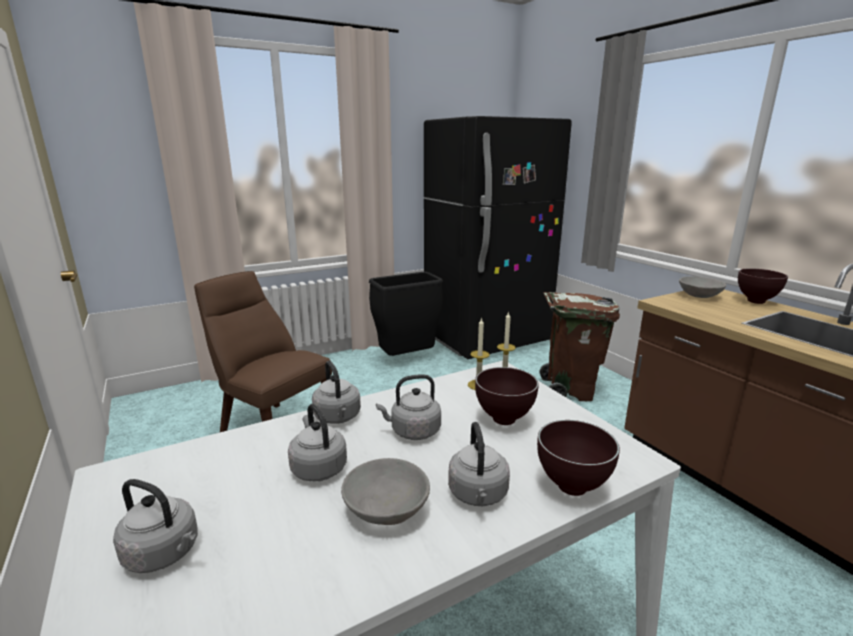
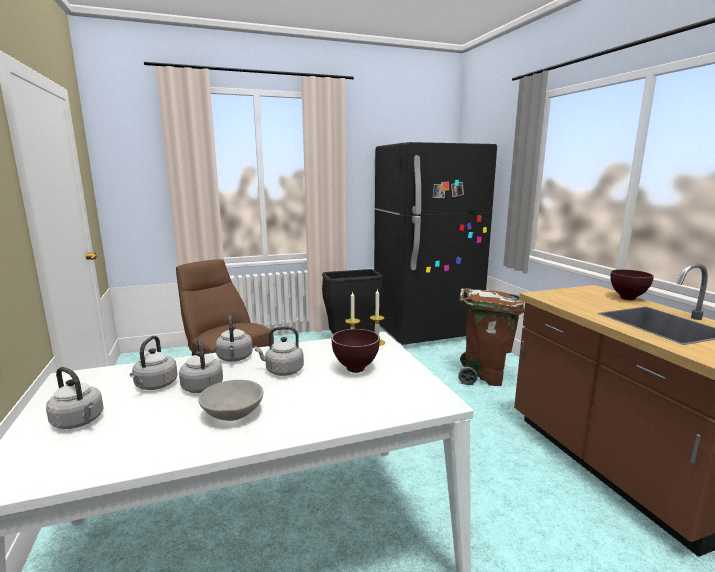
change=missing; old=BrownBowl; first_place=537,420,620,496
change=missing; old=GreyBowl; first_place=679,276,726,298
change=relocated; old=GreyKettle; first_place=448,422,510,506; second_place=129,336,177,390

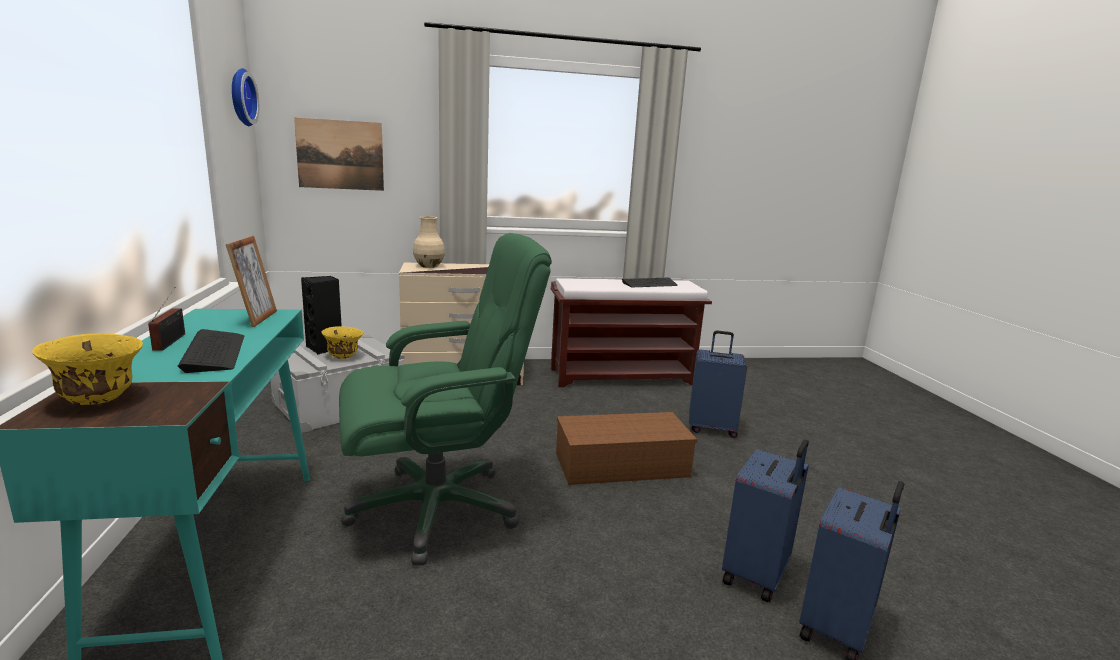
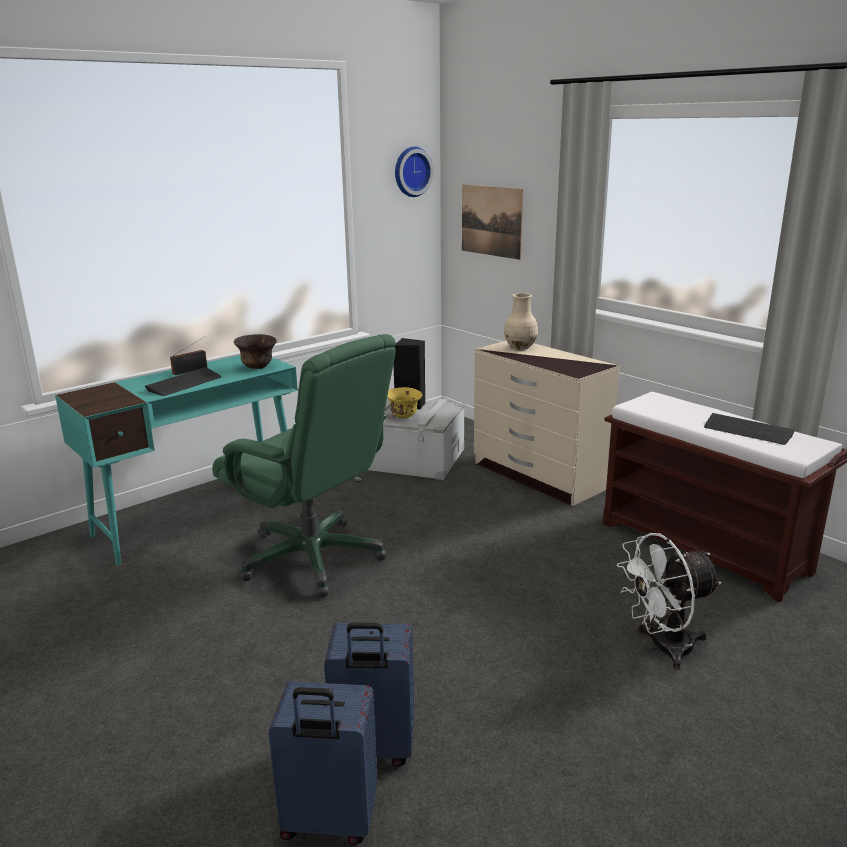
change=missing; old=YellowBowl; first_place=33,333,143,405
change=missing; old=BrownStorageBox; first_place=556,412,697,485
change=exchanged; old=PictureFrame; new=BrownBowl; first_place=225,236,277,327; second_place=234,334,277,369
change=exchanged; old=BlueSuitcase; new=WhiteFan; first_place=689,331,747,438; second_place=617,533,721,670

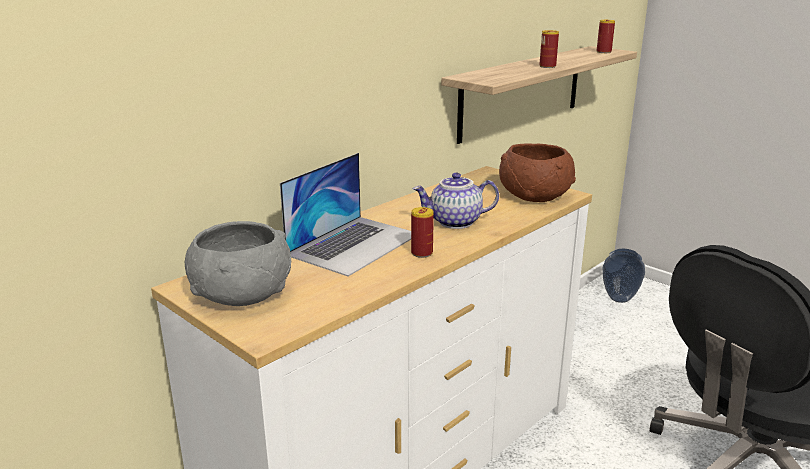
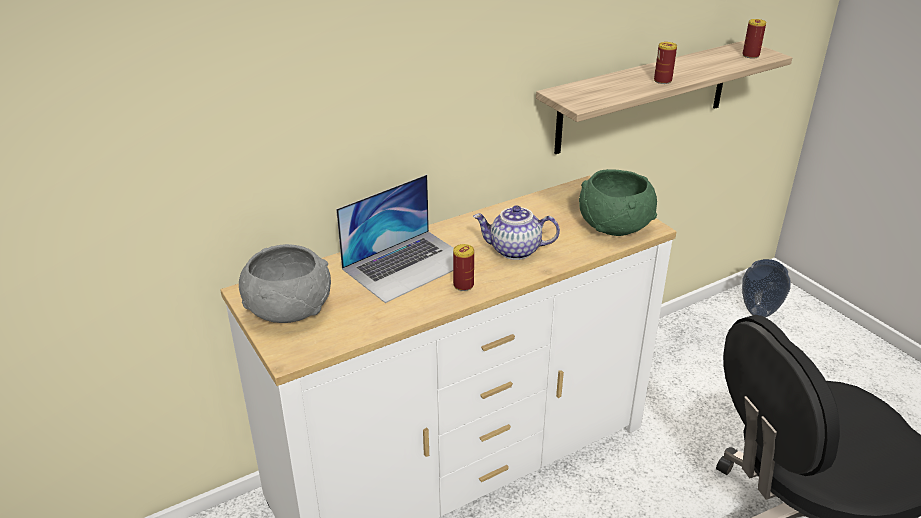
change=colour; old=BrownBowl; new=GreenBowl; first_place=499,143,576,202; second_place=579,169,657,236

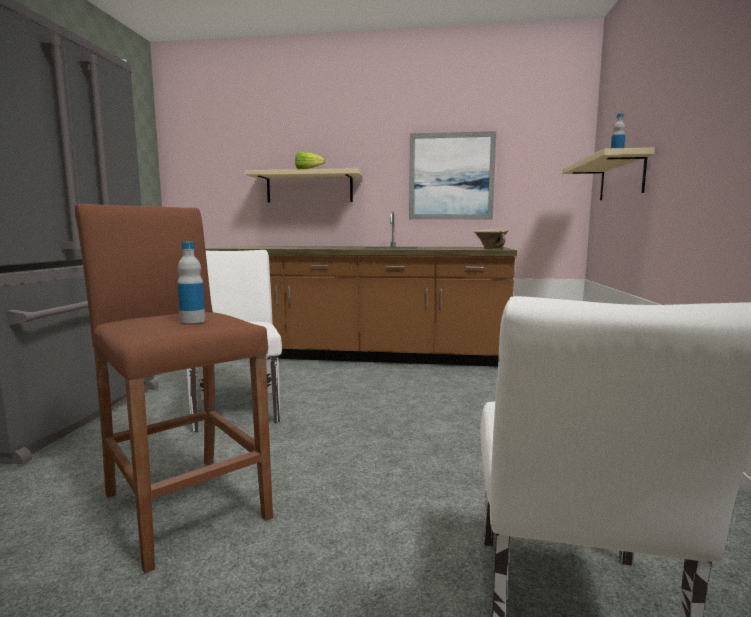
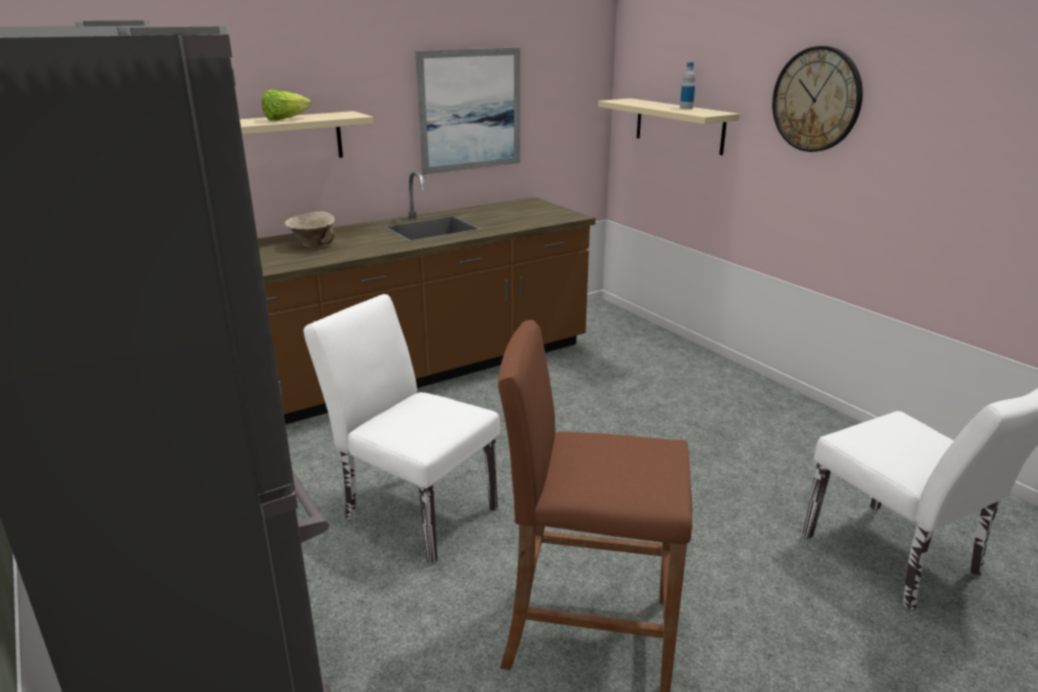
change=missing; old=Bottle; first_place=177,242,205,323
change=appeared; new=WallClock; second_place=772,46,863,152
change=relocated; old=BeigeBowl; first_place=474,228,509,249; second_place=285,212,335,247

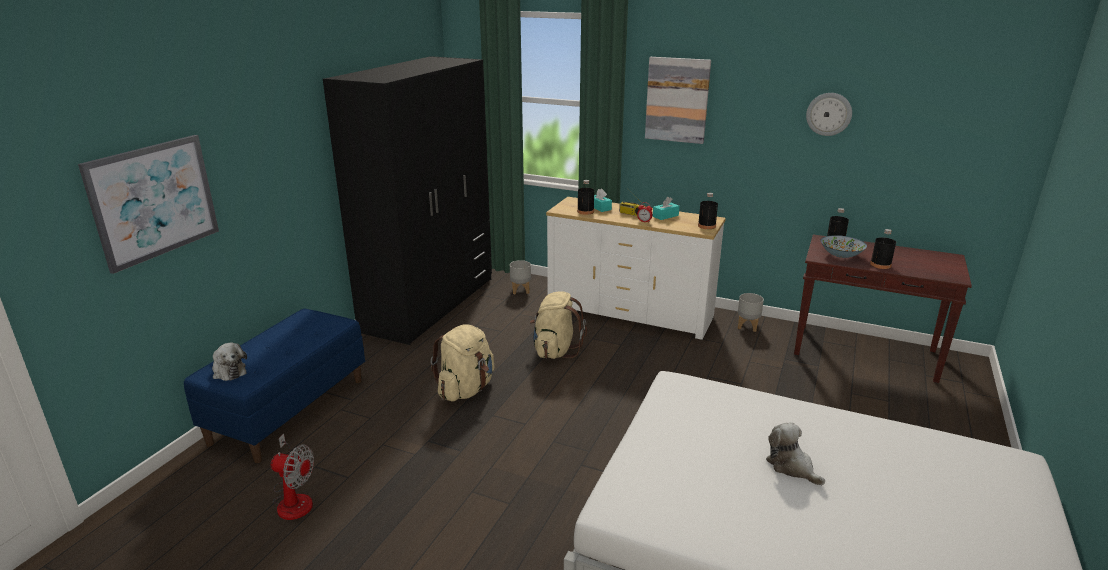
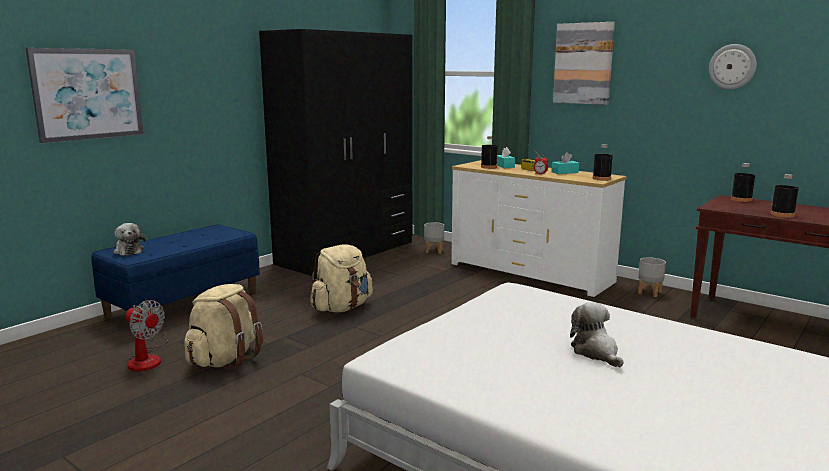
change=missing; old=Bowl; first_place=820,235,867,258
change=relocated; old=BeigeBackpack; first_place=530,292,587,359; second_place=184,284,263,370

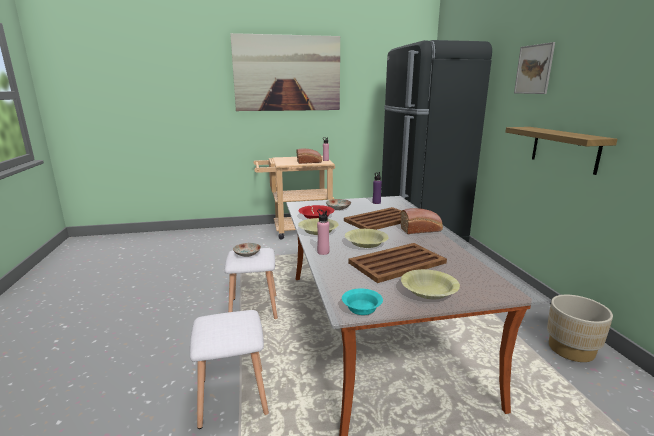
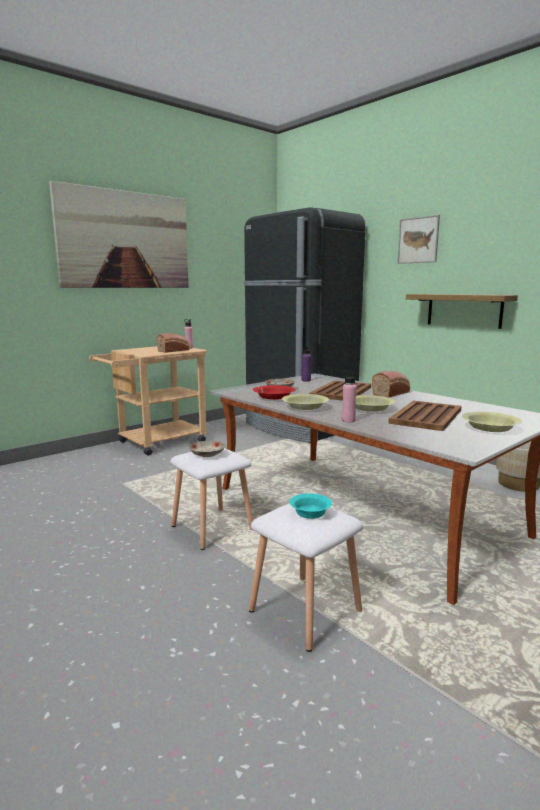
change=relocated; old=TurquoiseBowl; first_place=342,289,383,315; second_place=289,493,332,519

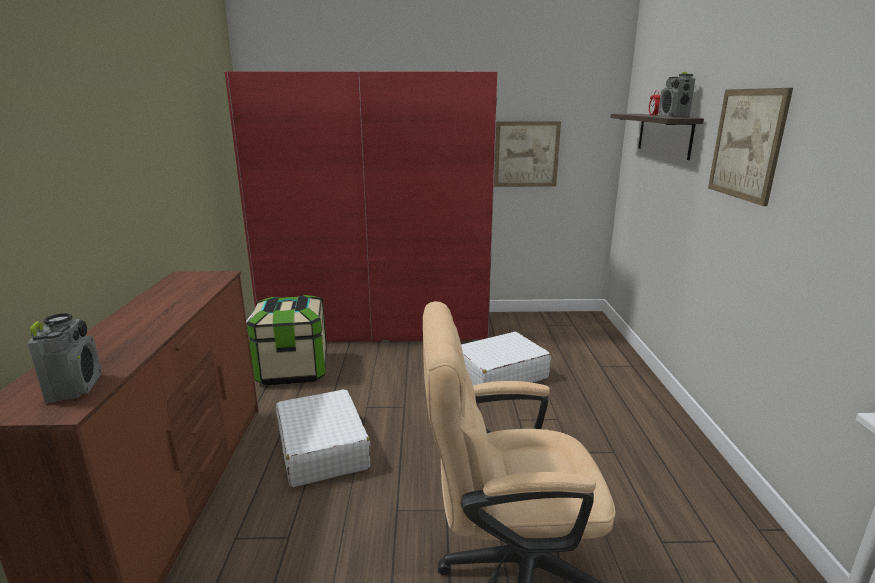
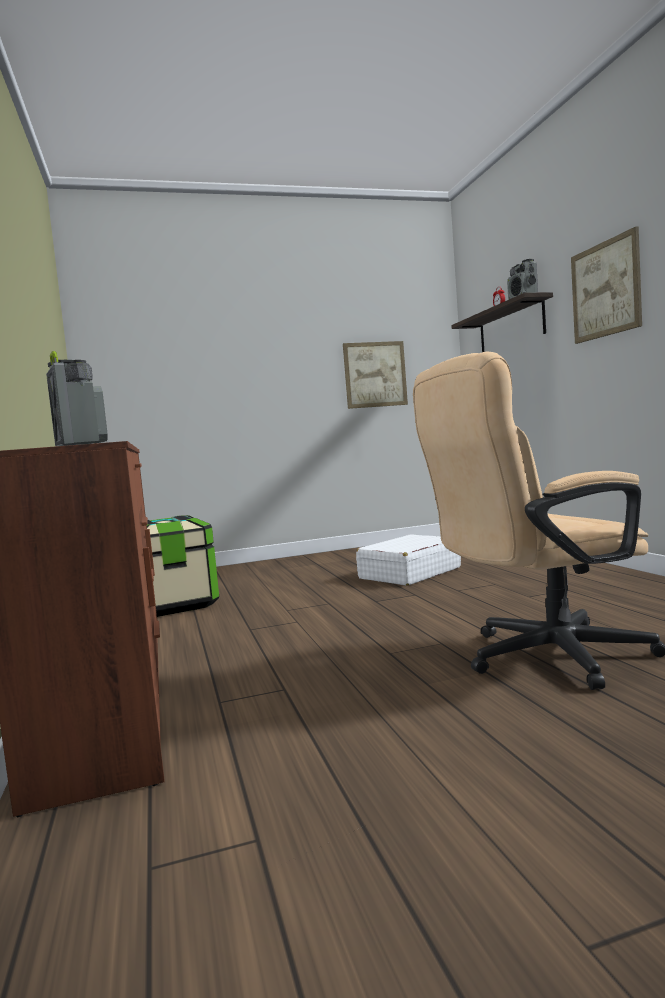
change=missing; old=RedWardrobe; first_place=225,71,498,342
change=missing; old=WhiteSuitcase; first_place=276,389,371,487

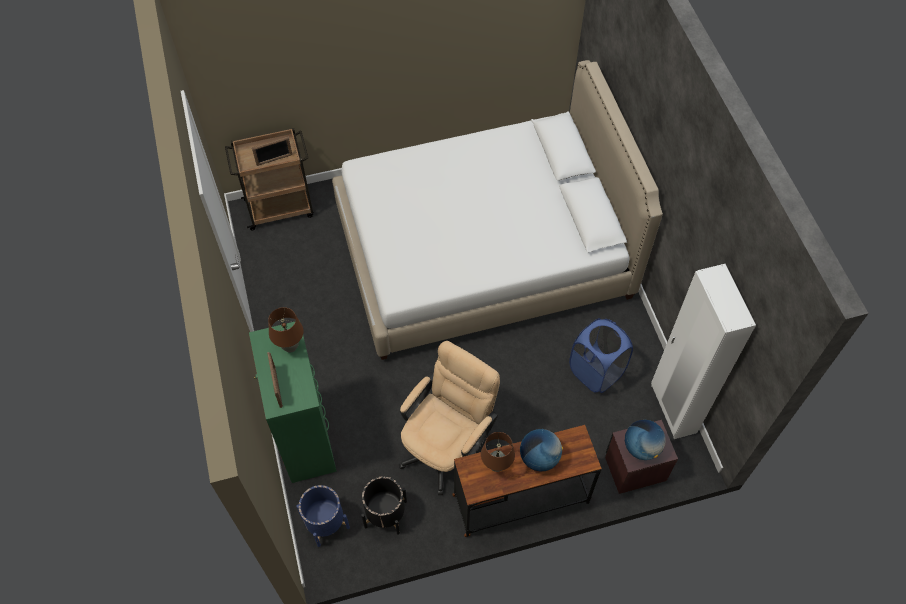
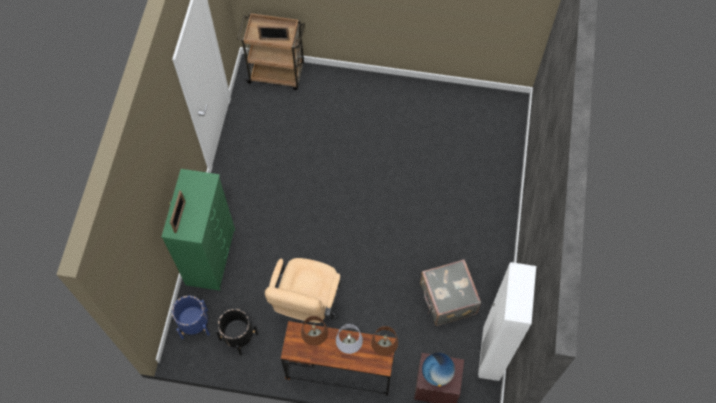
change=missing; old=WhiteBed; first_place=332,60,663,360
change=relocated; old=BrownTableLamp; first_place=268,307,304,353; second_place=371,326,398,356
change=exchanged; old=Globe; new=GreyTableLamp; first_place=520,429,563,472; second_place=336,324,363,354
change=exchanged; old=BlueLaundryBasket; new=GreySuitcase; first_place=569,318,633,393; second_place=420,259,481,326
change=spun; old=BeigeOfficeChair; first_place=399,341,500,495; second_place=265,258,341,323; degrees=135

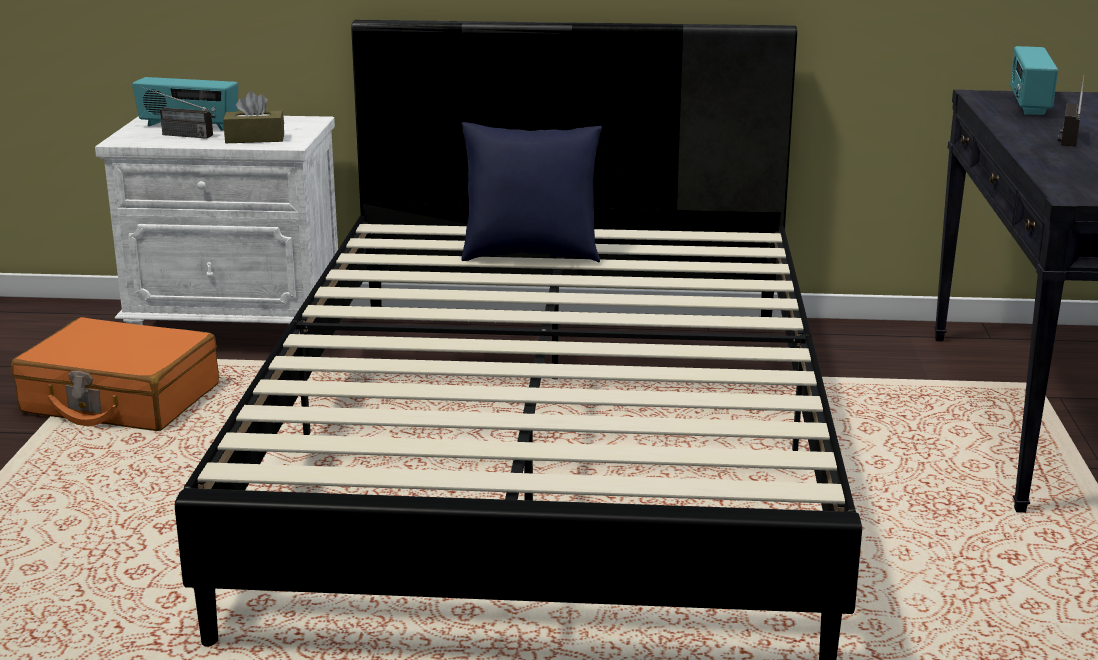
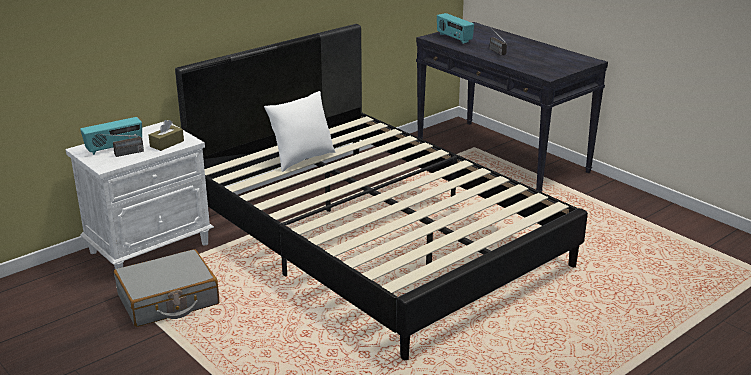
change=colour; old=OrangeSuitcase; new=GreySuitcase; first_place=11,317,219,431; second_place=114,249,219,327
change=colour; old=BluePillow; new=WhitePillow; first_place=461,122,602,262; second_place=264,91,336,172

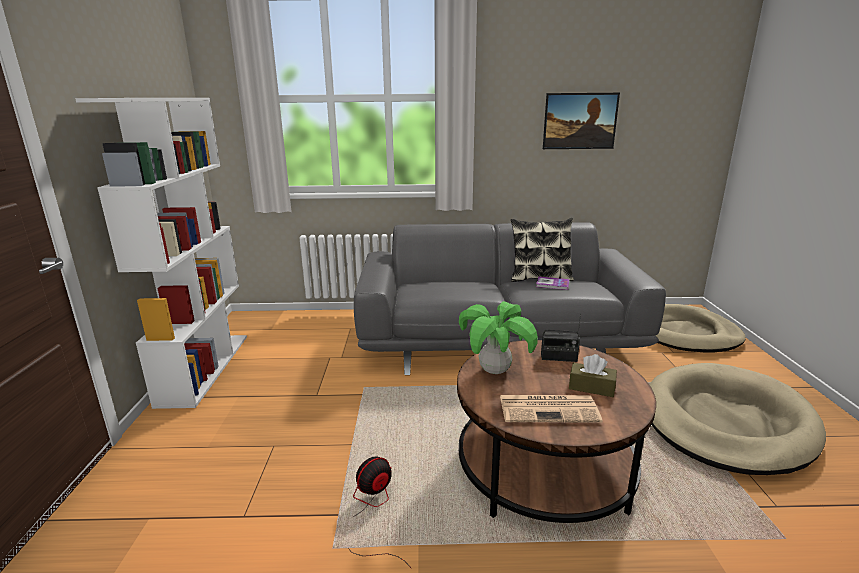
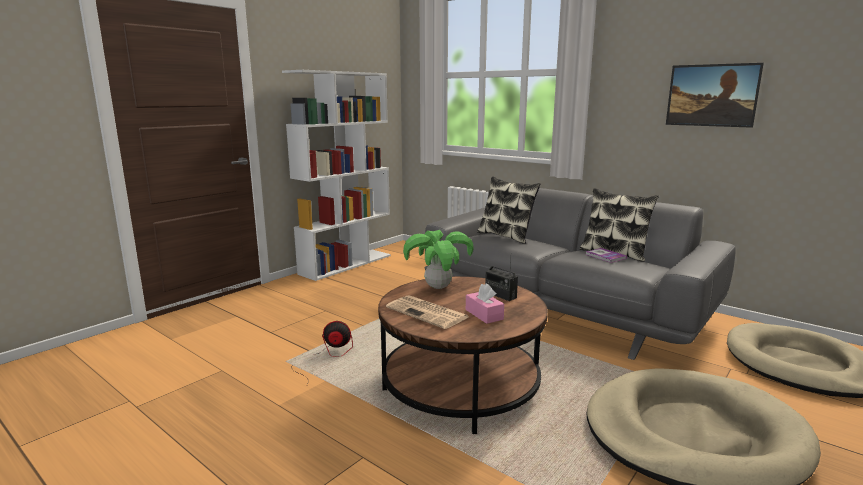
change=appeared; new=Pillow; second_place=477,177,540,244
change=colour; old=BrownTissueBox; new=PinkTissueBox; first_place=569,354,617,397; second_place=466,283,504,324

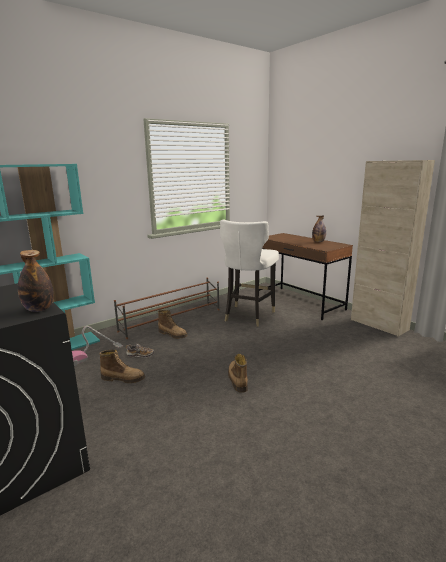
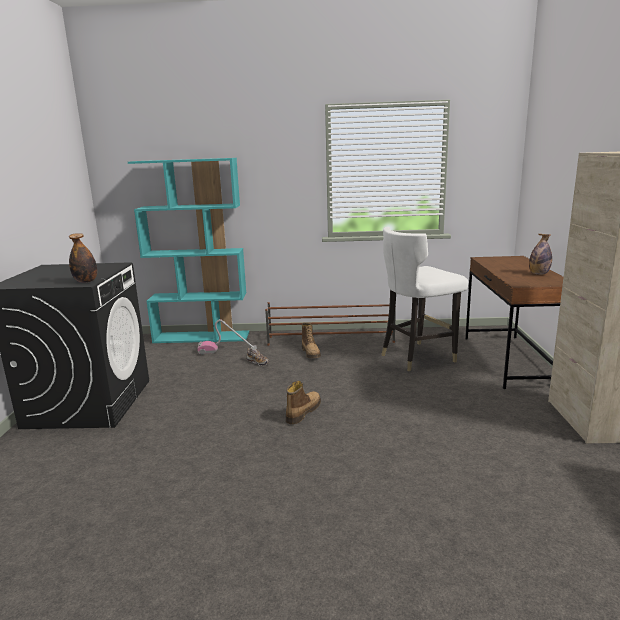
change=missing; old=Boot; first_place=99,350,145,383

